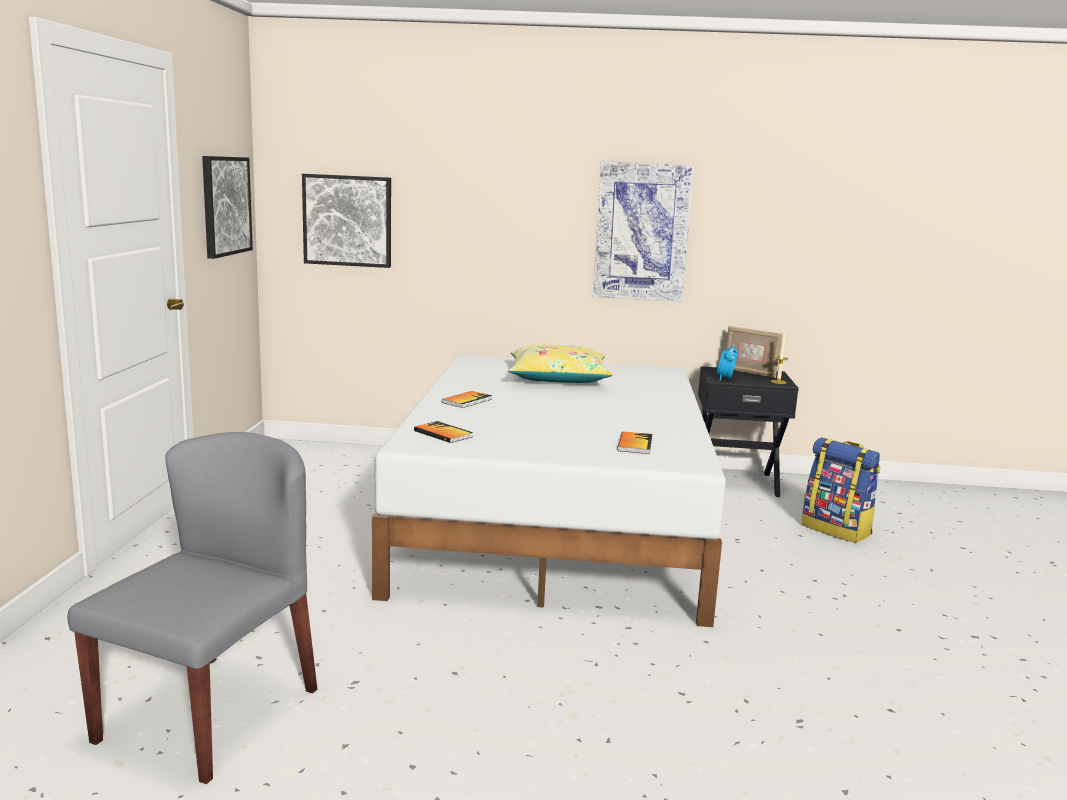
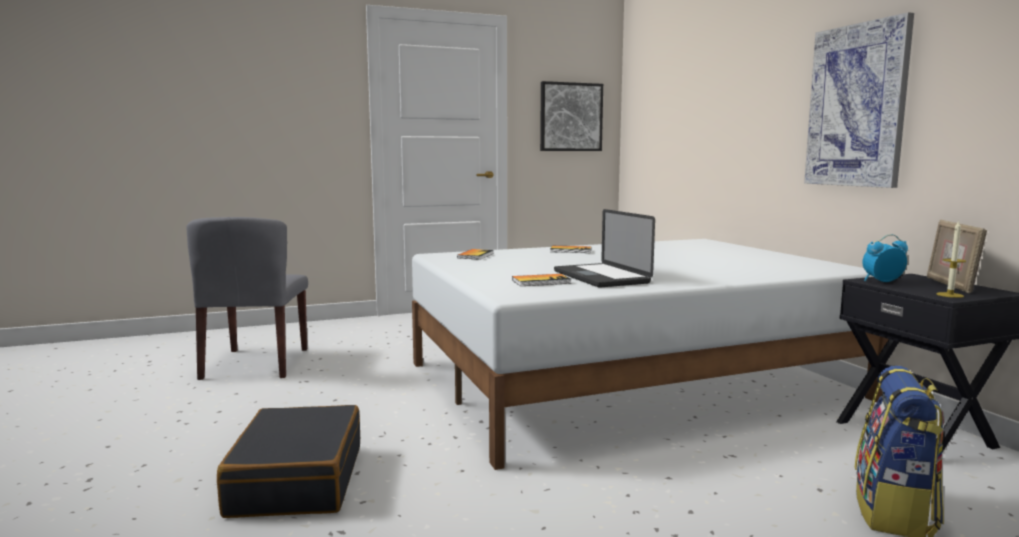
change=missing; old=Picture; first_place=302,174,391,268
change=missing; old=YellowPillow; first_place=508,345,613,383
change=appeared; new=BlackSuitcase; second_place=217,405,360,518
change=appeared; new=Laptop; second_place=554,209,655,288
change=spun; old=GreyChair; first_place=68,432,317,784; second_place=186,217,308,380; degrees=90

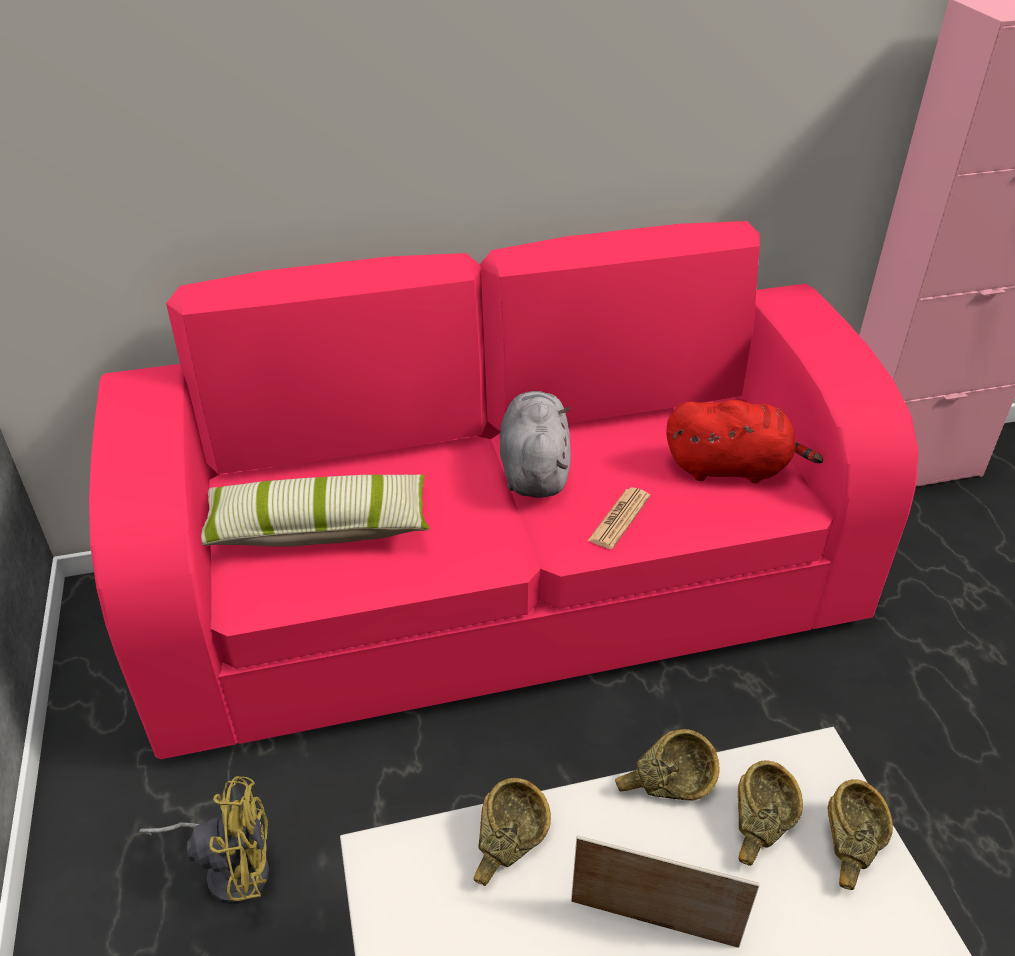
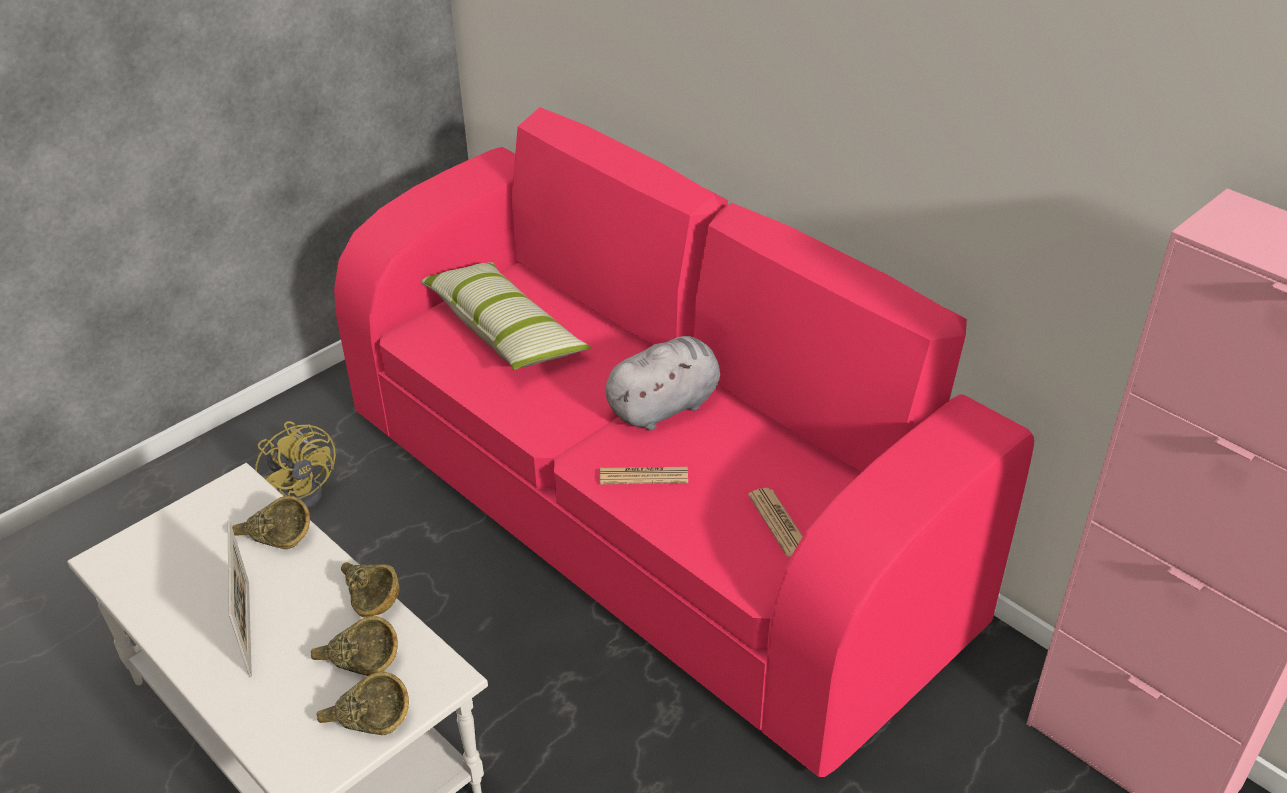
change=exchanged; old=RedPlushToy; new=Newspaper; first_place=666,400,823,483; second_place=748,488,803,557

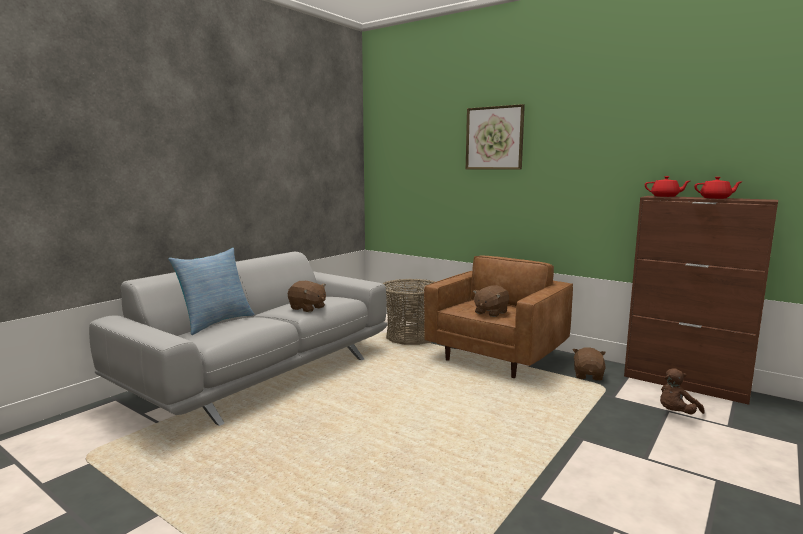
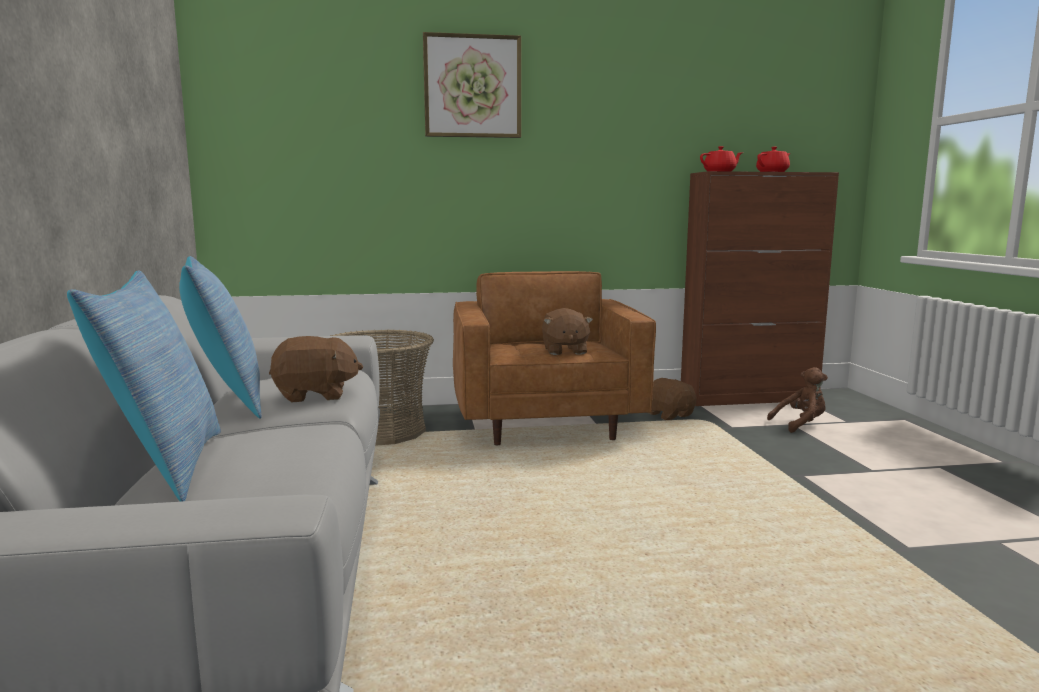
change=appeared; new=Pillow; second_place=179,256,261,419
change=spun; old=BrownPlushToy; first_place=660,368,705,414; second_place=767,367,828,433; degrees=-120

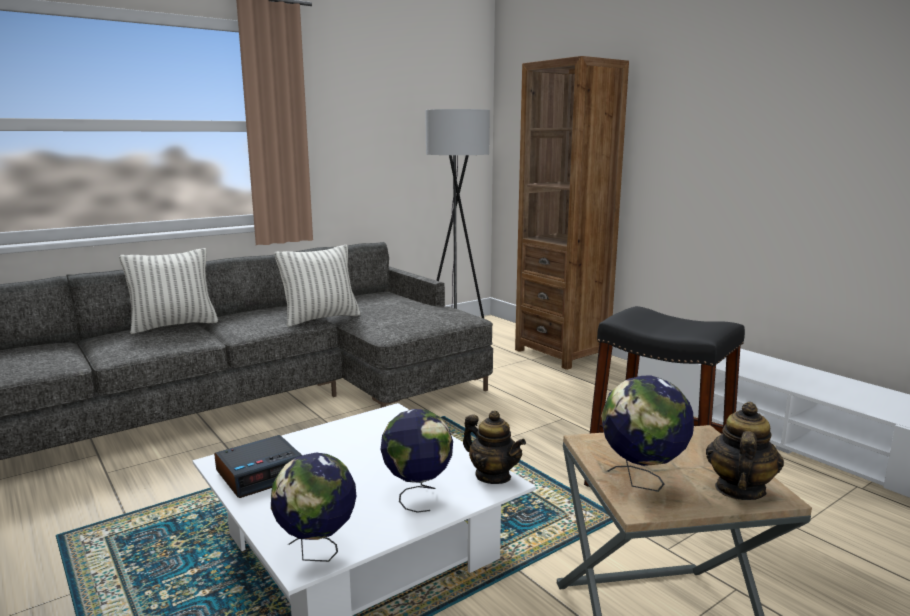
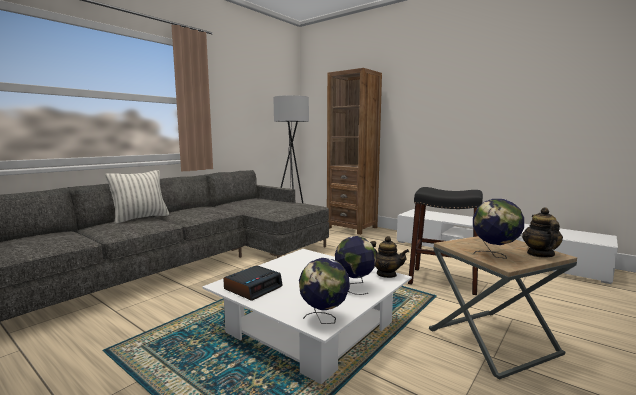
change=missing; old=Pillow; first_place=275,245,361,327

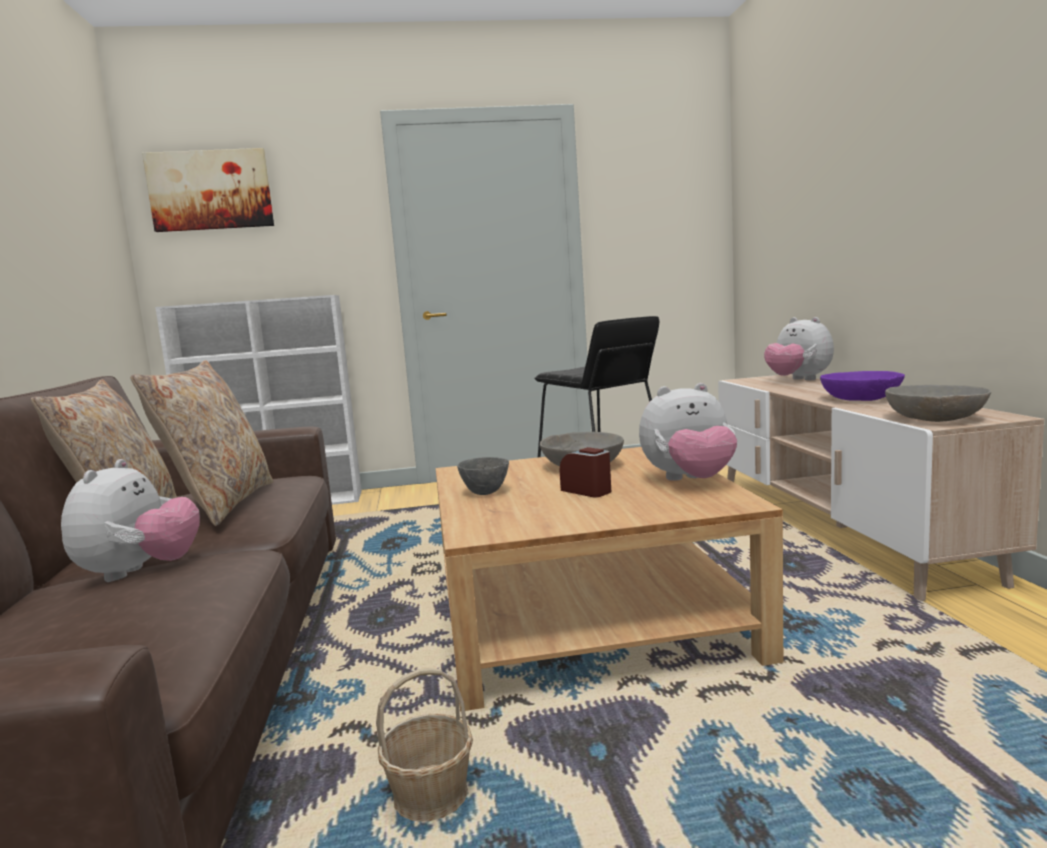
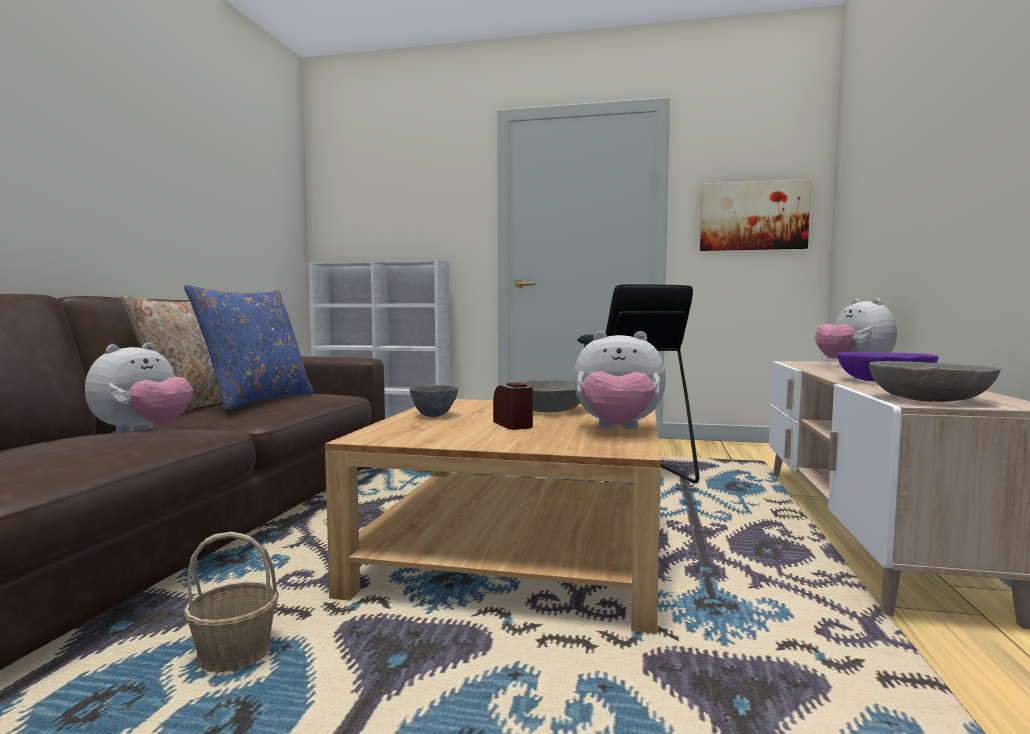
change=relocated; old=Picture; first_place=142,148,274,232; second_place=700,179,811,251
change=colour; old=BeigePillow; new=BluePillow; first_place=130,360,273,526; second_place=184,285,314,411

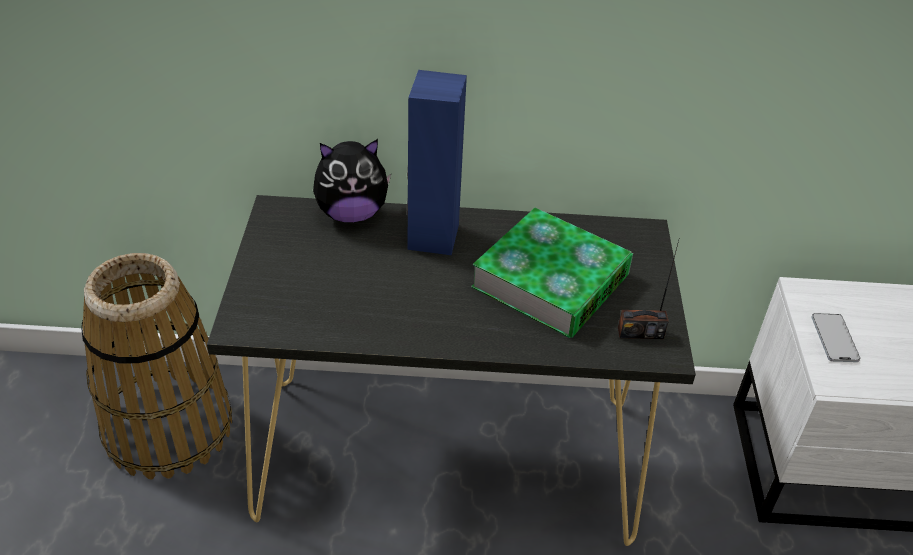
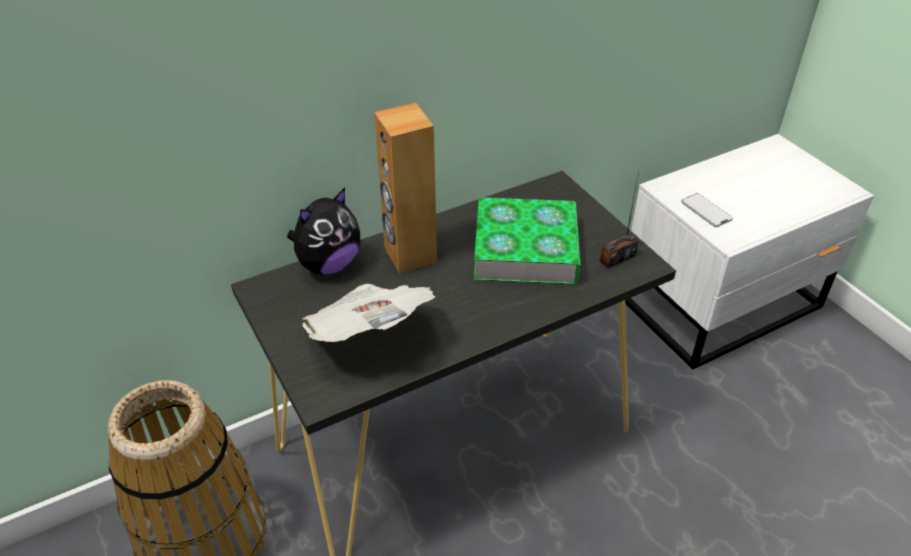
change=appeared; new=Newspaper; second_place=302,284,435,342
change=colour; old=BlueSpeaker; new=BrownSpeaker; first_place=407,70,467,255; second_place=374,103,437,273

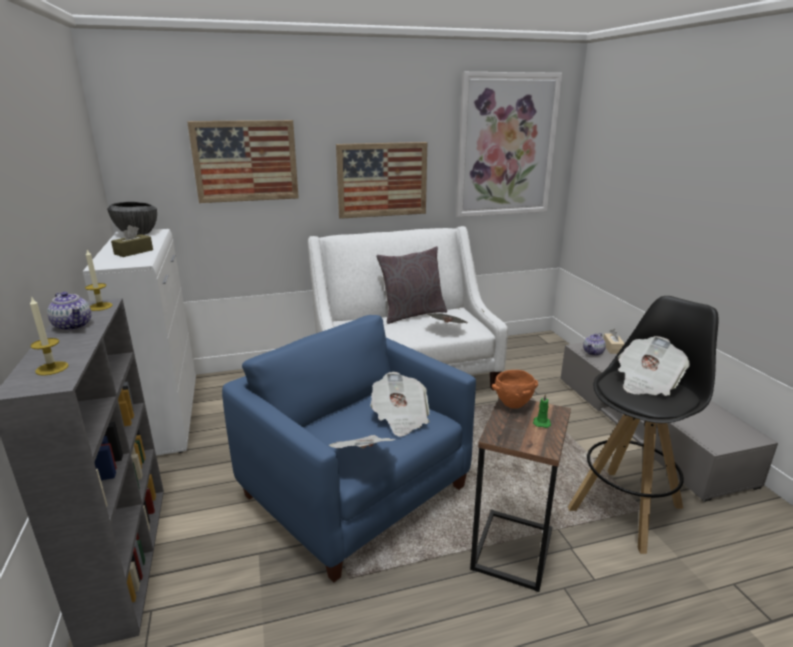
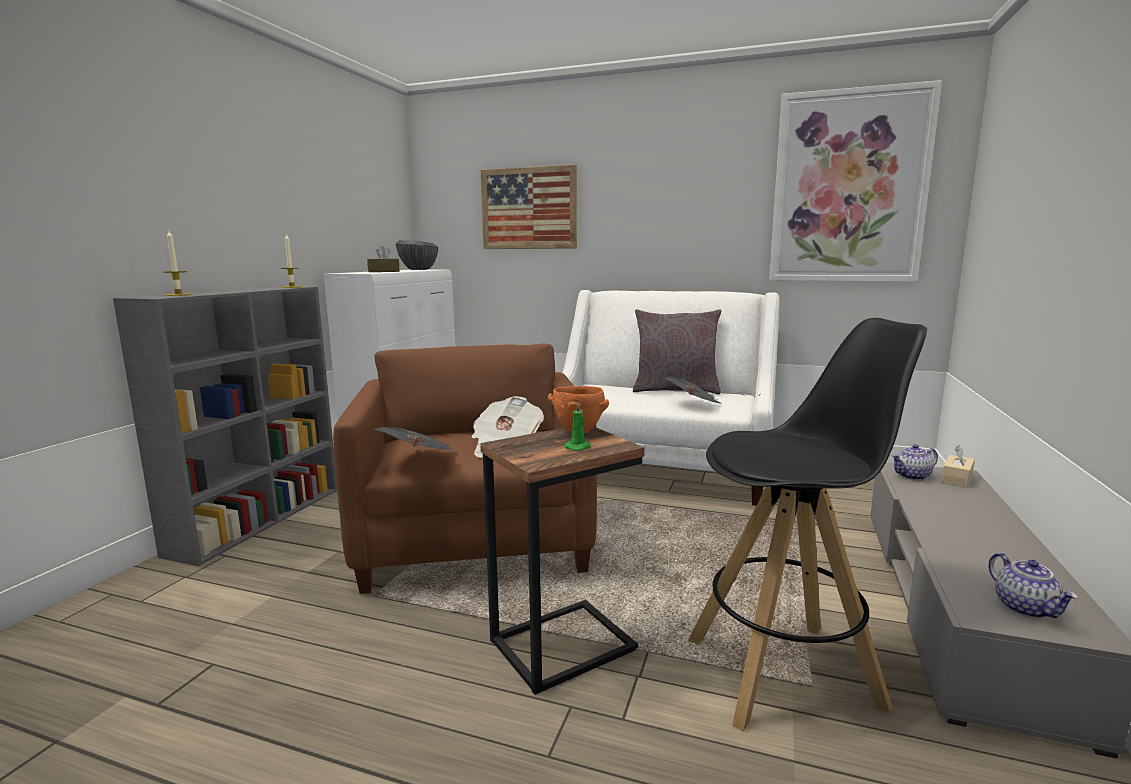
change=missing; old=Picture; first_place=336,142,427,219
change=missing; old=Newspaper; first_place=618,336,689,396
change=relocated; old=Teapot; first_place=47,292,91,331; second_place=988,553,1078,618
change=colour; old=BlueArmchair; new=BrownArmchair; first_place=222,315,476,582; second_place=333,344,597,594

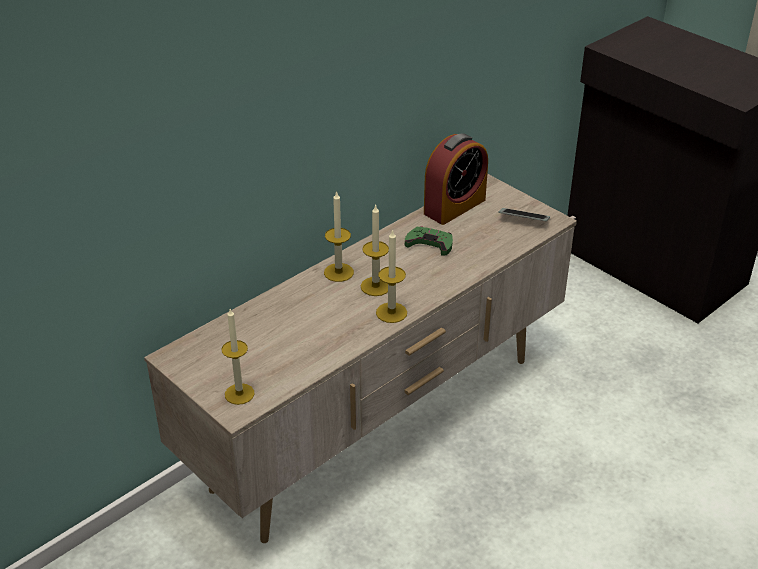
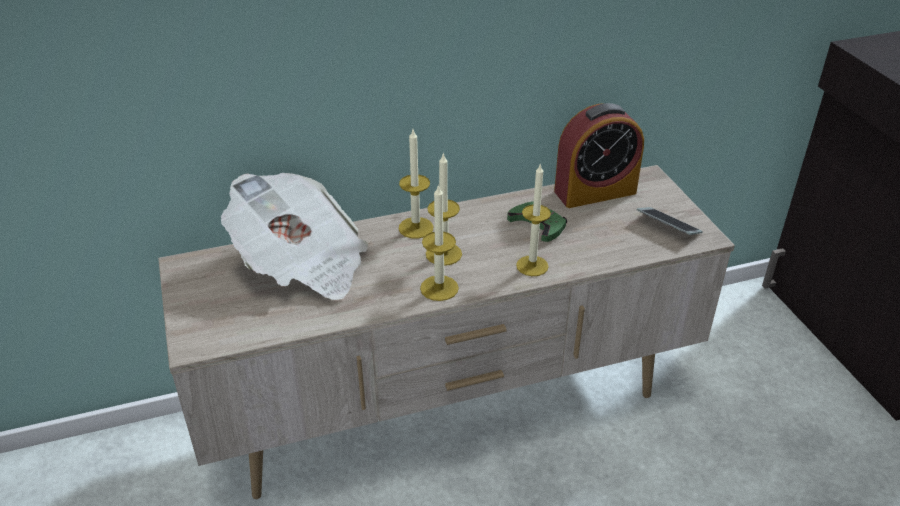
change=appeared; new=Newspaper; second_place=221,173,368,300
change=relocated; old=Candle; first_place=222,309,255,405; second_place=516,163,551,276

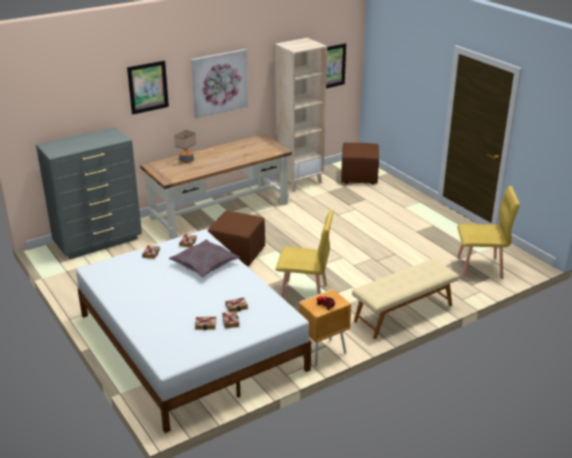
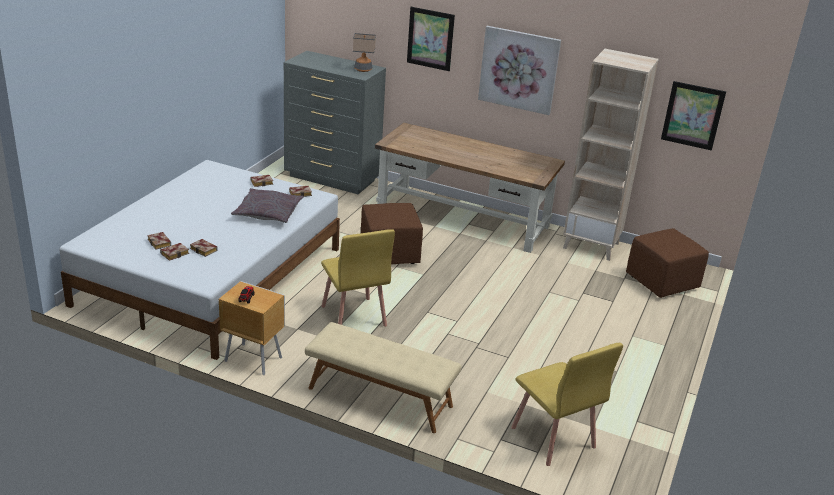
change=relocated; old=TableLamp; first_place=174,130,196,163; second_place=353,33,376,72

